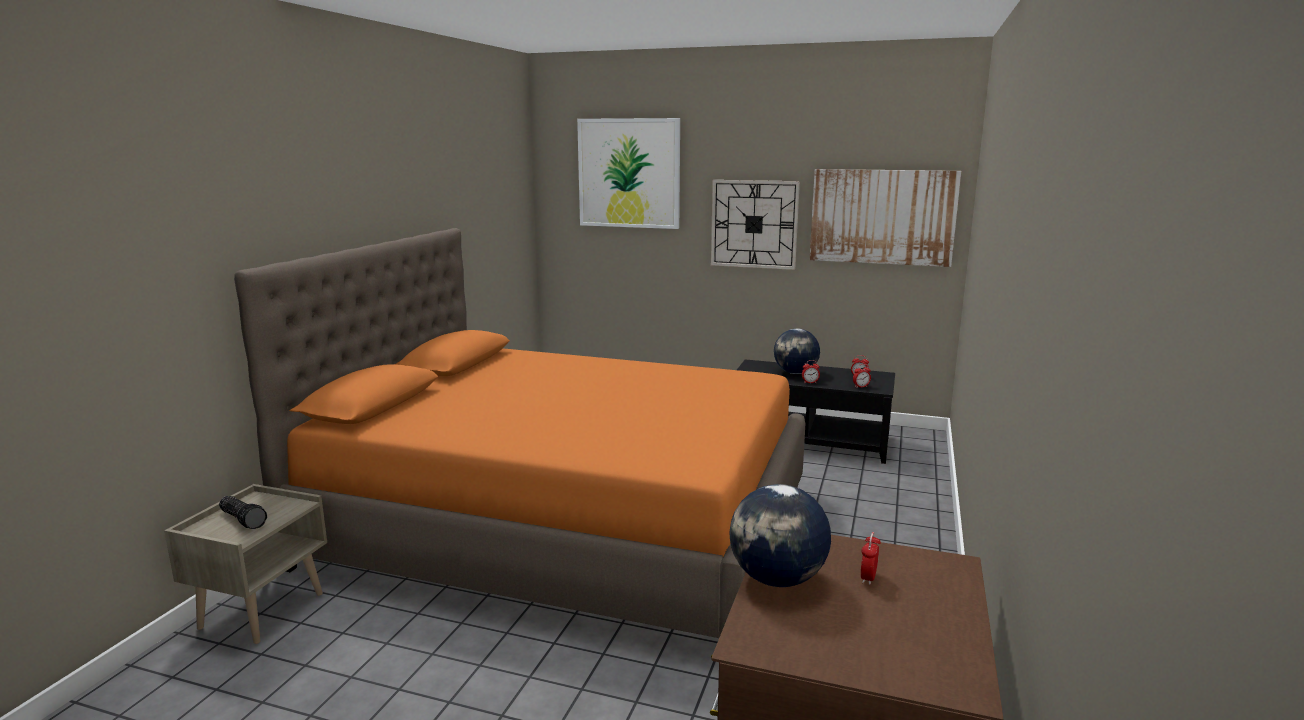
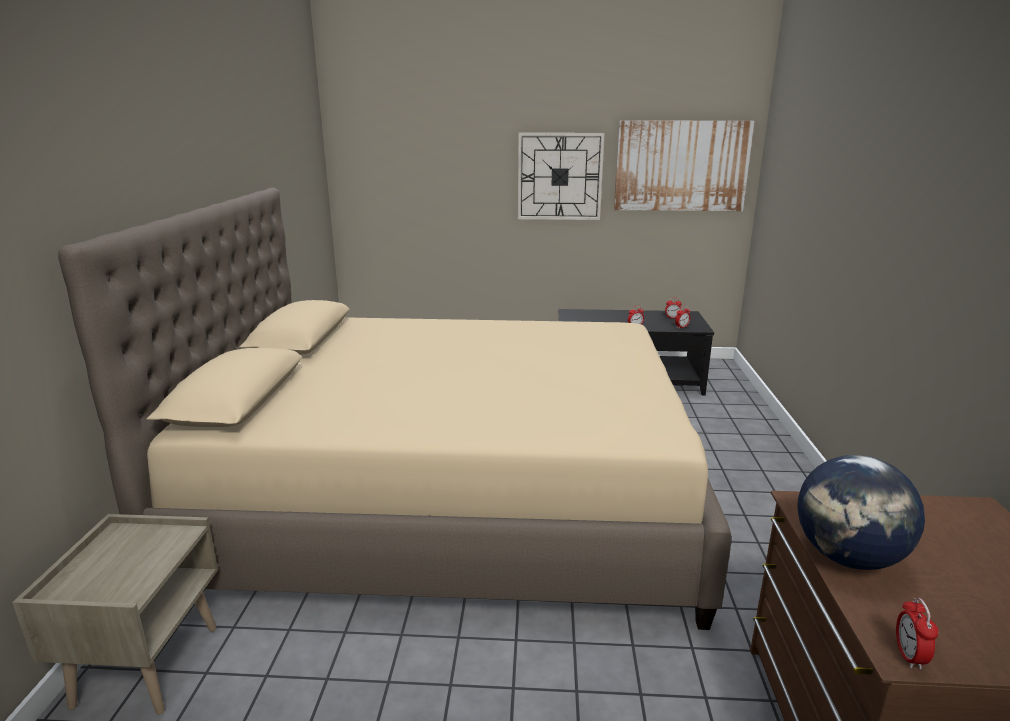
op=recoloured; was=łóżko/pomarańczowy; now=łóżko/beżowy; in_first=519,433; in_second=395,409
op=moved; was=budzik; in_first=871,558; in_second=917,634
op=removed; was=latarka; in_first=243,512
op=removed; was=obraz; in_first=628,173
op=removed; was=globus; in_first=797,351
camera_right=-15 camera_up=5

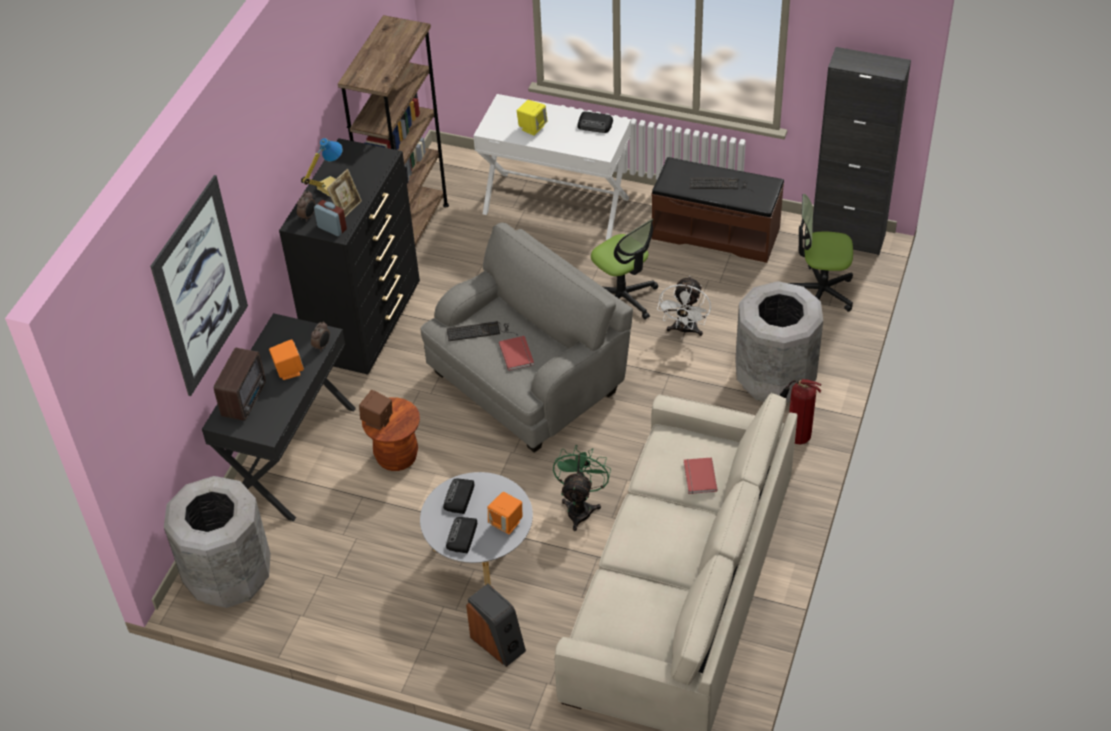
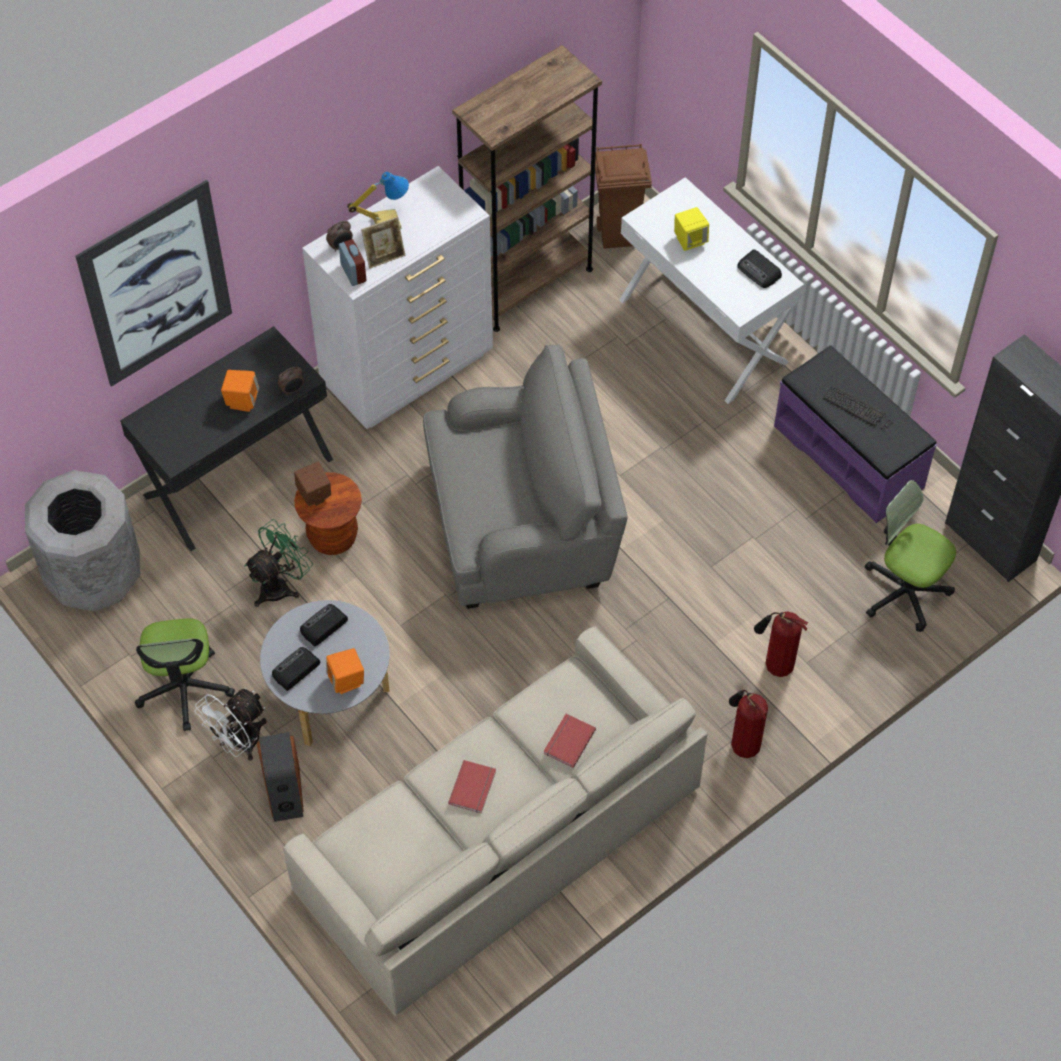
op=moved; was=krzesło biurowe; in_first=624,269; in_second=185,674
op=moved; was=wentylator/biały; in_first=684,306; in_second=231,725
op=moved; was=wentylator/zielony; in_first=582,488; in_second=278,563
op=recoloured; was=komoda/czarny; now=komoda/biały; in_first=349,256; in_second=397,297
op=moved; was=książka/czerwony; in_first=516,353; in_second=472,786
op=added; now=kosz na śmieci/brązowy; in_second=623,196
op=replaced; was=kosz na śmieci/szary; now=gaśnica; in_first=779,342; in_second=781,644
op=recoloured; was=ławka/brązowy; now=ławka/fioletowy; in_first=717,210; in_second=855,434
op=removed; was=radio; in_first=240,384
op=removed; was=klawiatura; in_first=482,331
camera_right=30 camera_up=10

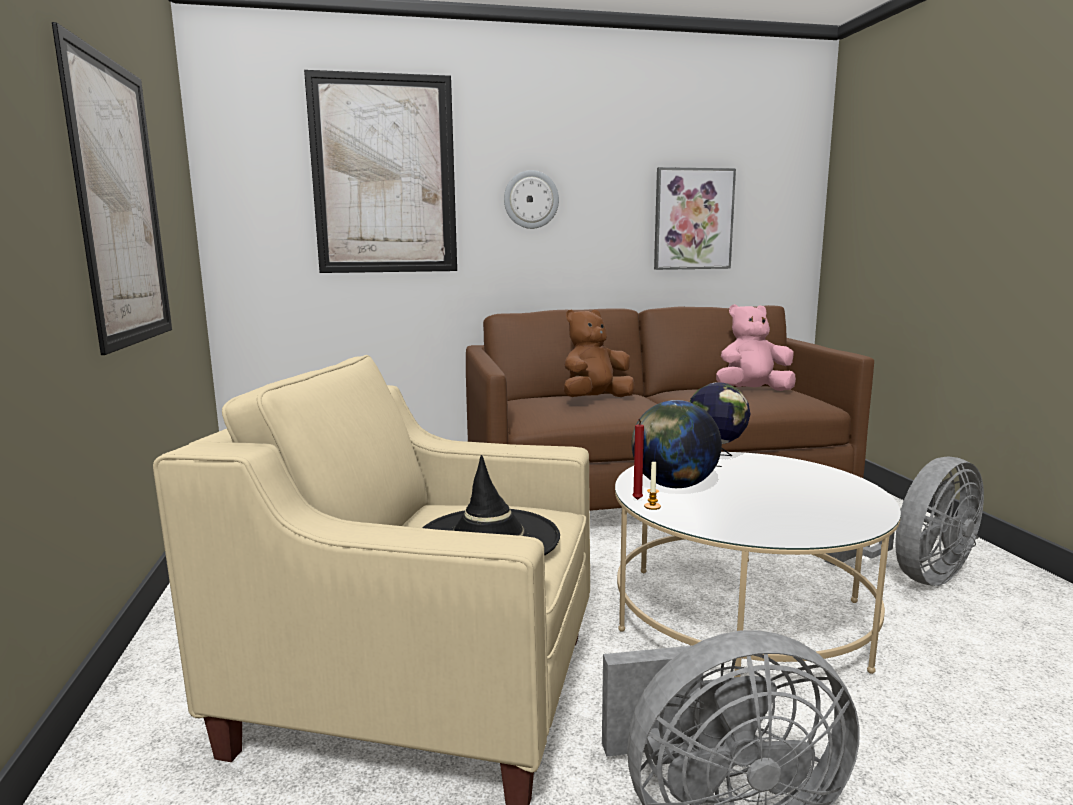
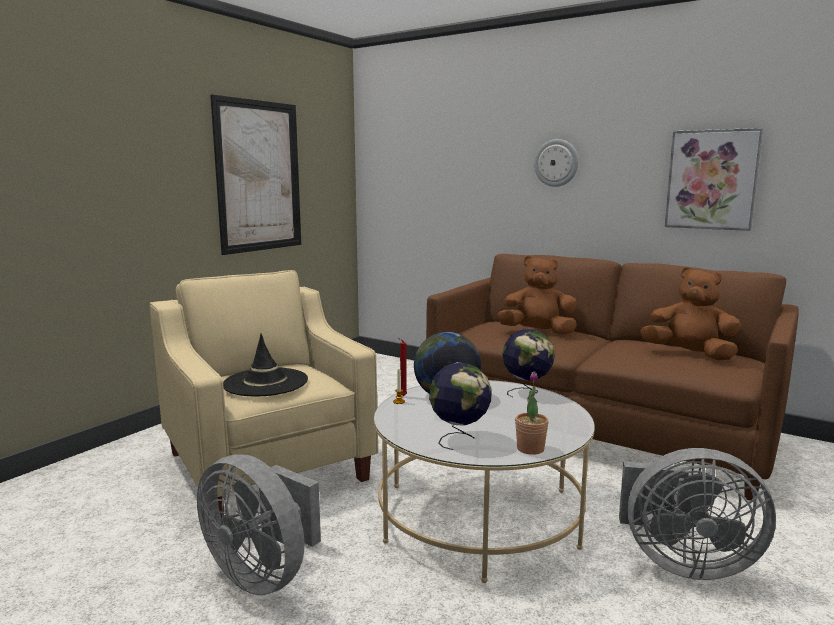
op=added; now=globus; in_second=460,406
op=added; now=roślina doniczkowa; in_second=532,413
op=recoloured; was=pluszak/różowy; now=pluszak/brązowy; in_first=756,347; in_second=690,313
op=removed; was=obraz; in_first=380,171
camera_right=45 camera_up=0

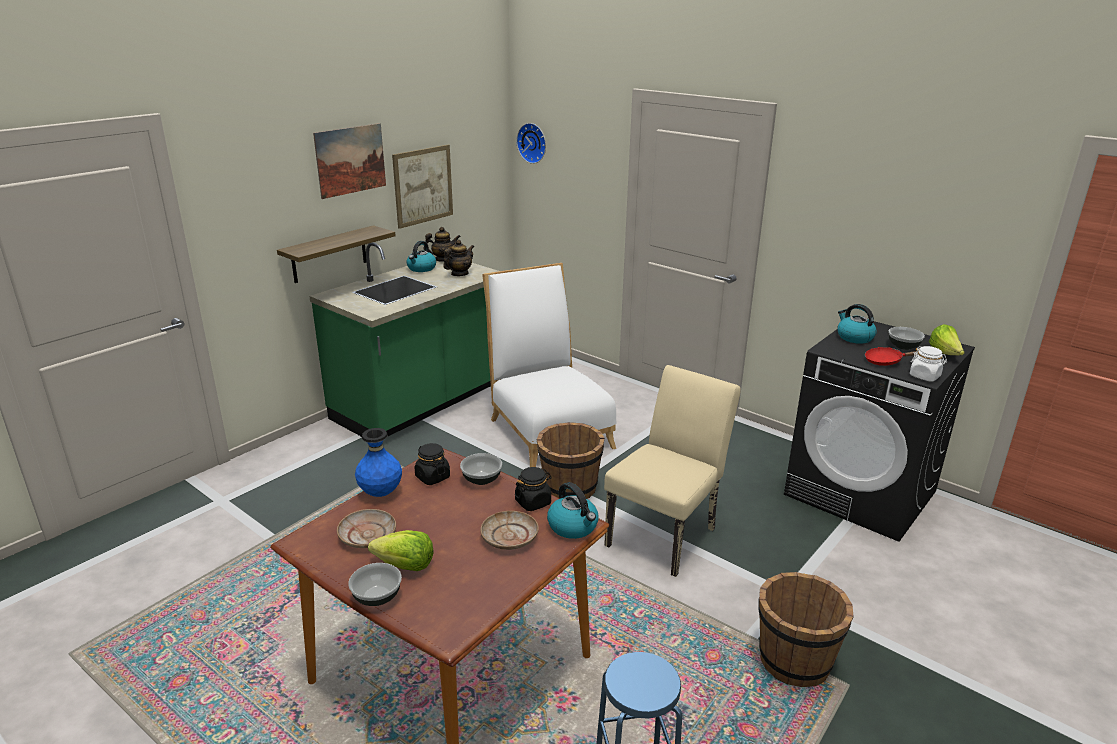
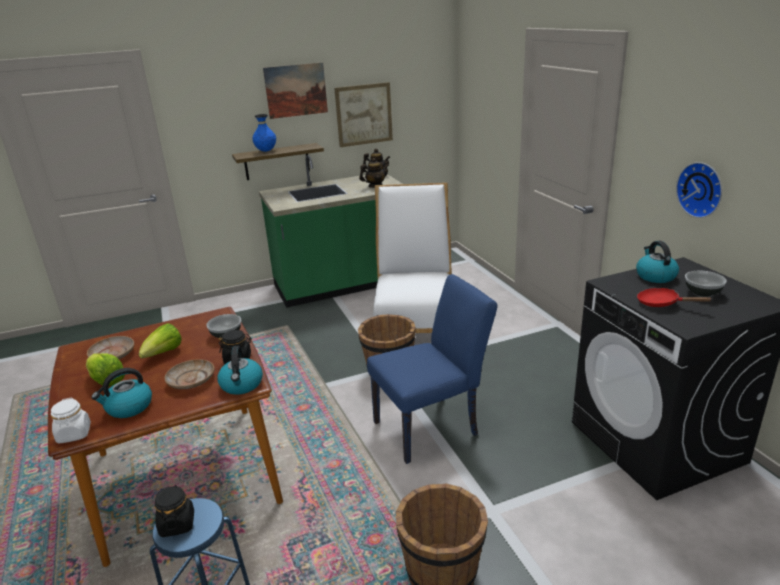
op=moved; was=słoik/biały; in_first=928,363; in_second=71,421
op=moved; was=czajnik; in_first=421,256; in_second=122,393
op=moved; was=sałata; in_first=947,339; in_second=160,340
op=moved; was=słoik/czarny; in_first=432,464; in_second=174,511
op=moved; was=wazon/niebieski; in_first=378,462; in_second=264,133
op=recoloured; was=krzesło/beżowy; now=krzesło/niebieski; in_first=672,471; in_second=432,369
op=moved; was=zegar ścienny; in_first=531,143; in_second=699,190
op=removed; was=miska; in_first=375,584
camera_right=30 camera_up=0

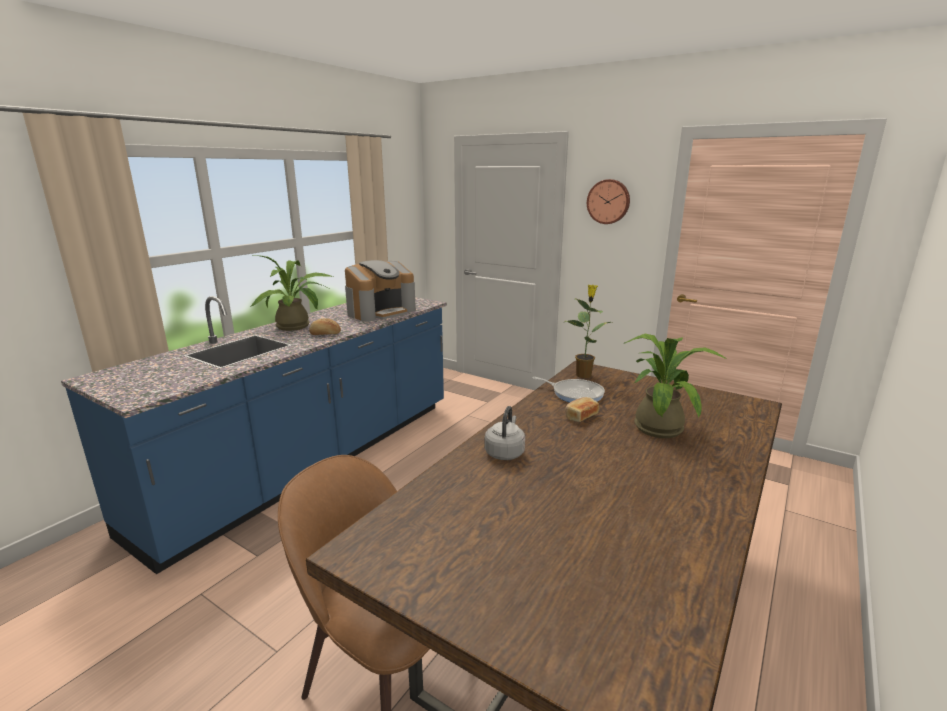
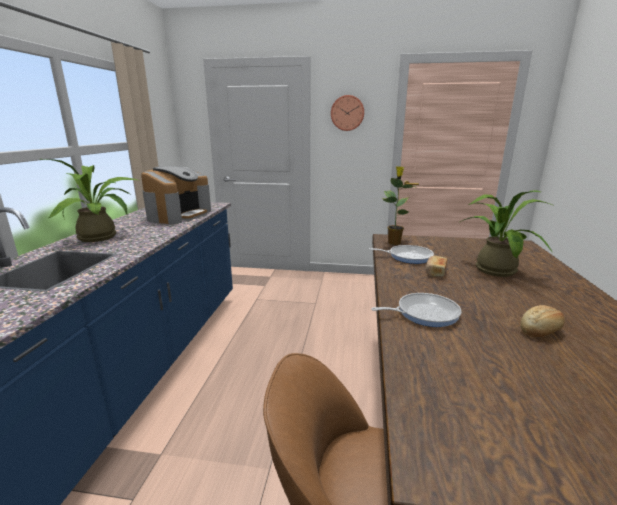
op=replaced; was=czajnik/szary; now=patelnia; in_first=505,433; in_second=416,310
op=moved; was=chleb; in_first=325,326; in_second=542,321
camera_right=-25 camera_up=0

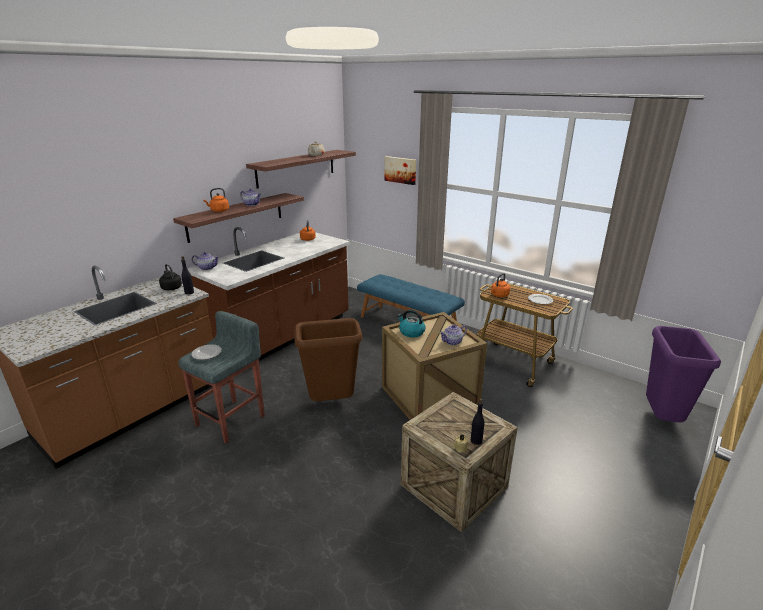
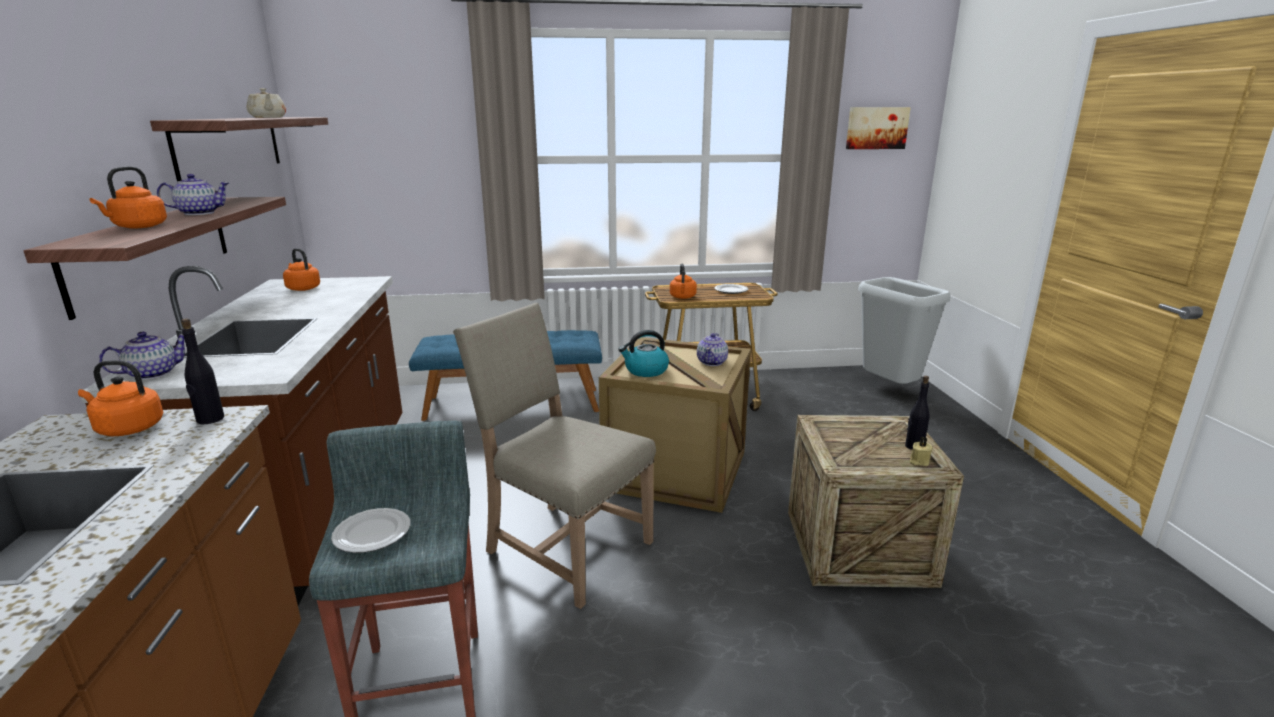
op=recoloured; was=czajnik/czarny; now=czajnik/pomarańczowy; in_first=170,277; in_second=120,398
op=replaced; was=kosz na śmieci/brązowy; now=krzesło/beżowy; in_first=328,359; in_second=554,456
op=moved; was=obraz; in_first=400,170; in_second=878,128
op=recoloured; was=kosz na śmieci/fioletowy; now=kosz na śmieci/szary; in_first=683,374; in_second=904,330
camera_right=-45 camera_up=-5

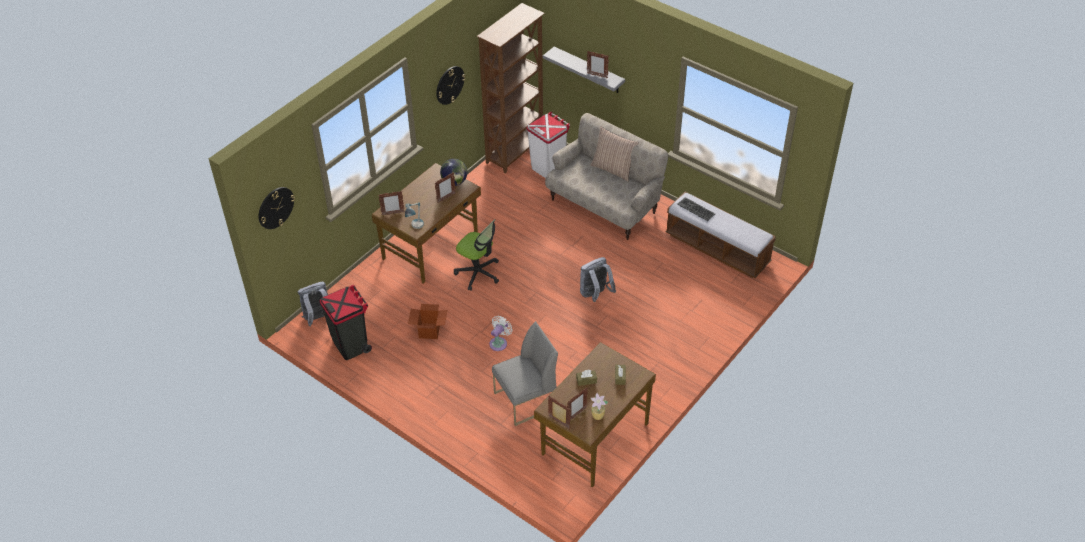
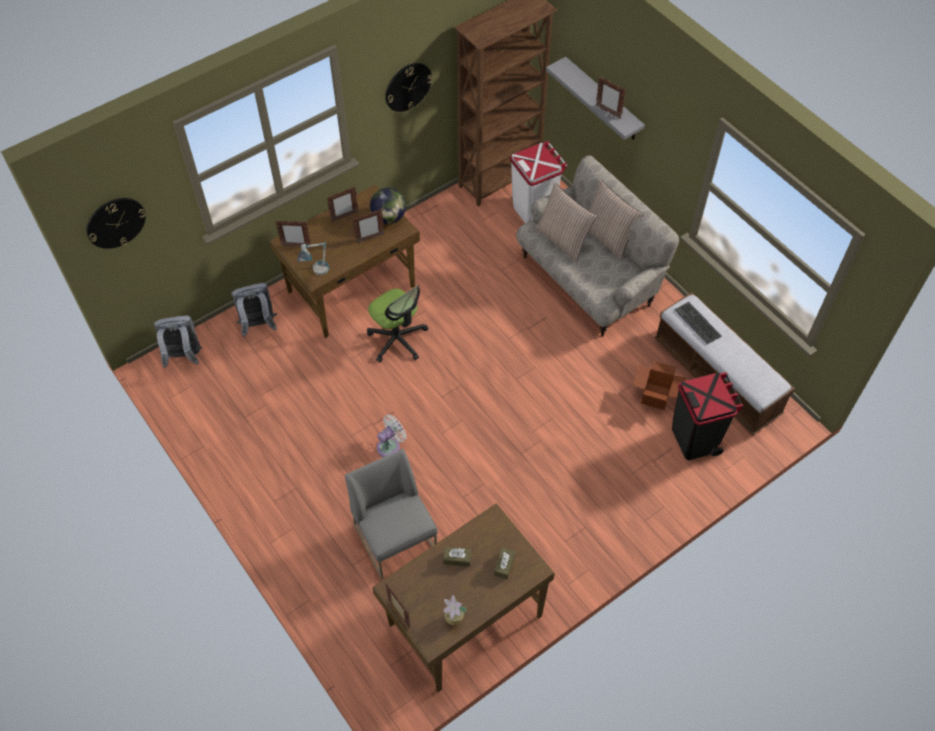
op=moved; was=plecak/szary; in_first=598,279; in_second=254,310
op=moved; was=ramka na zdjęcie; in_first=577,403; in_second=342,204
op=turned; was=krzesło/szary; in_first=525,373; in_second=391,514; clockwise=-105
op=added; now=poduszka; in_second=566,222
op=moved; was=karton; in_first=427,321; in_second=659,385
op=moved; was=kosz na śmieci/czarny; in_first=346,322; in_second=708,416
camera_right=15 camera_up=10

